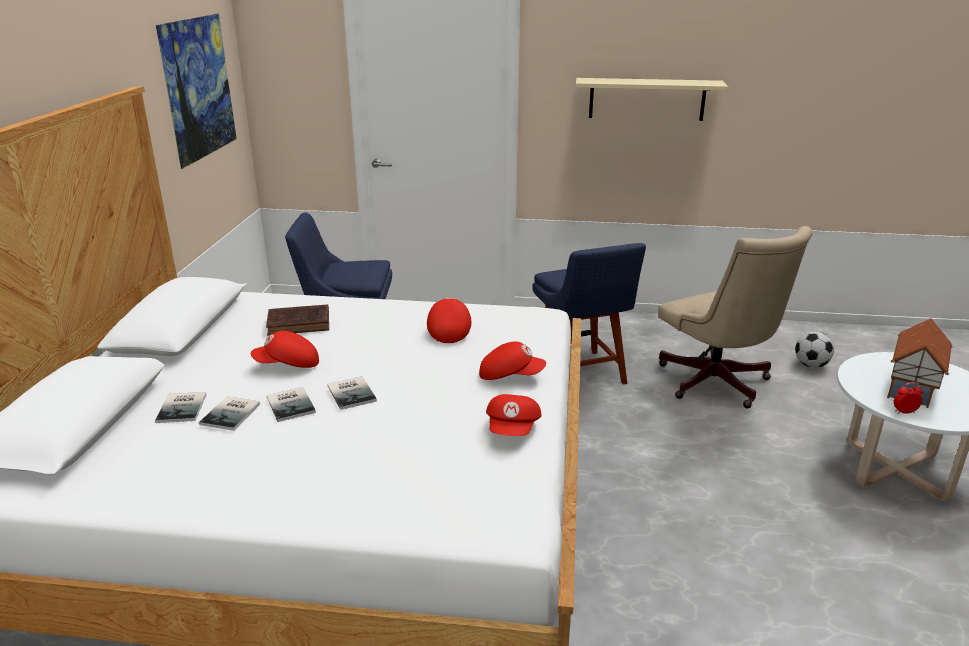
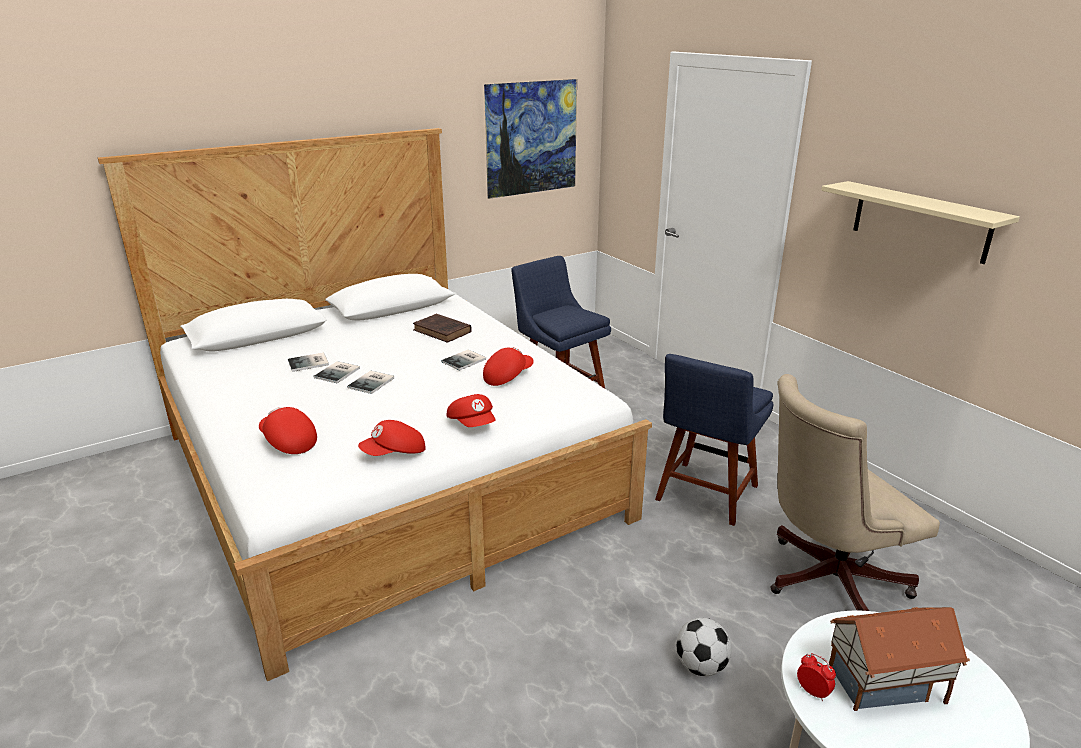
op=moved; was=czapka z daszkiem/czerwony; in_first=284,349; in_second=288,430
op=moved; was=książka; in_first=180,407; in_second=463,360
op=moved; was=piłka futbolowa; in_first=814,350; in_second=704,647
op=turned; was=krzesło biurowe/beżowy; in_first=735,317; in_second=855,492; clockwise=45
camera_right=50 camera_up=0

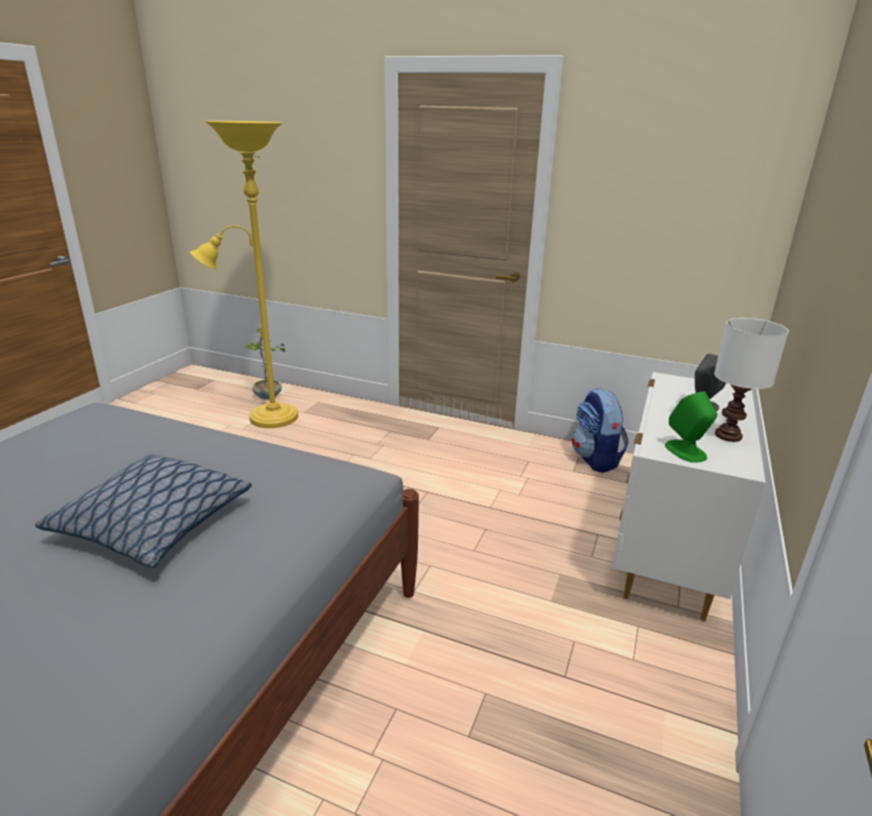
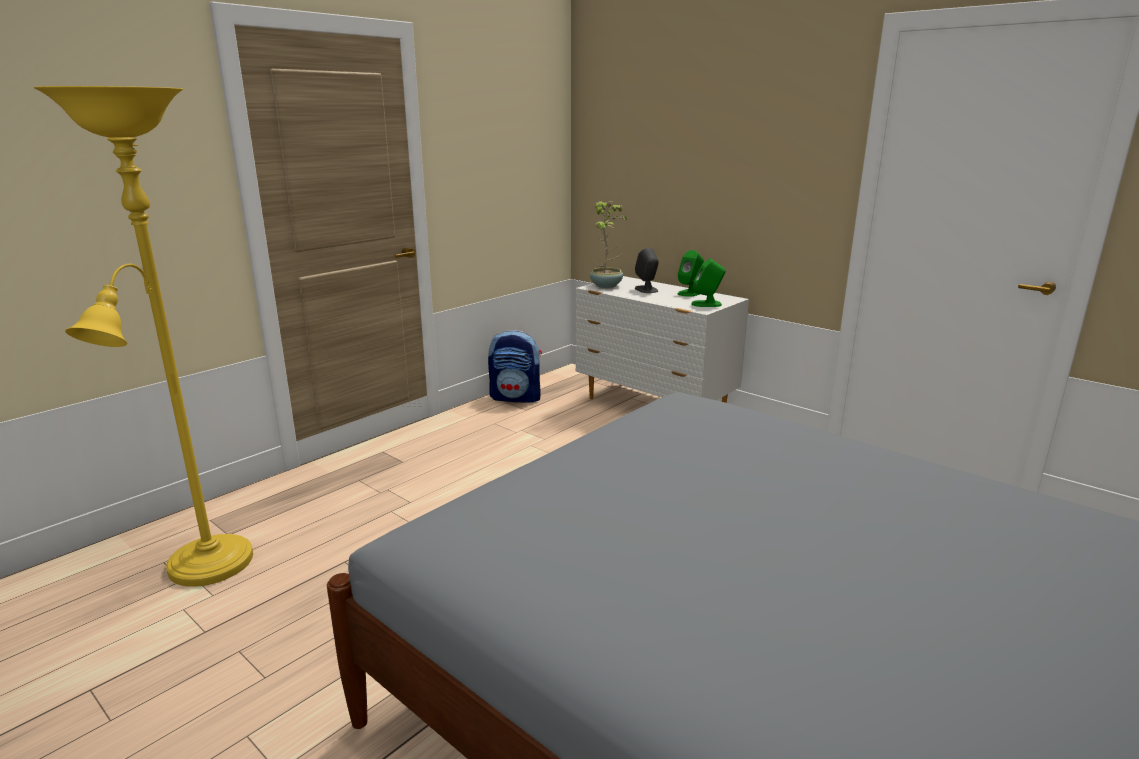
op=moved; was=roślina doniczkowa; in_first=264,363; in_second=608,244
op=replaced; was=lampa stołowa/biały; now=głośnik/zielony; in_first=751,380; in_second=691,273
op=removed; was=poduszka; in_first=143,511
camera_right=-70 camera_up=-5

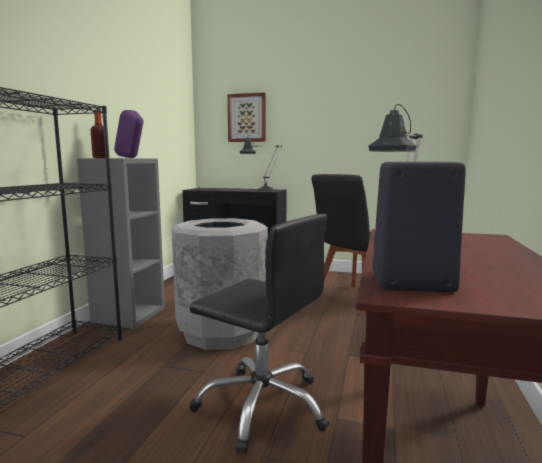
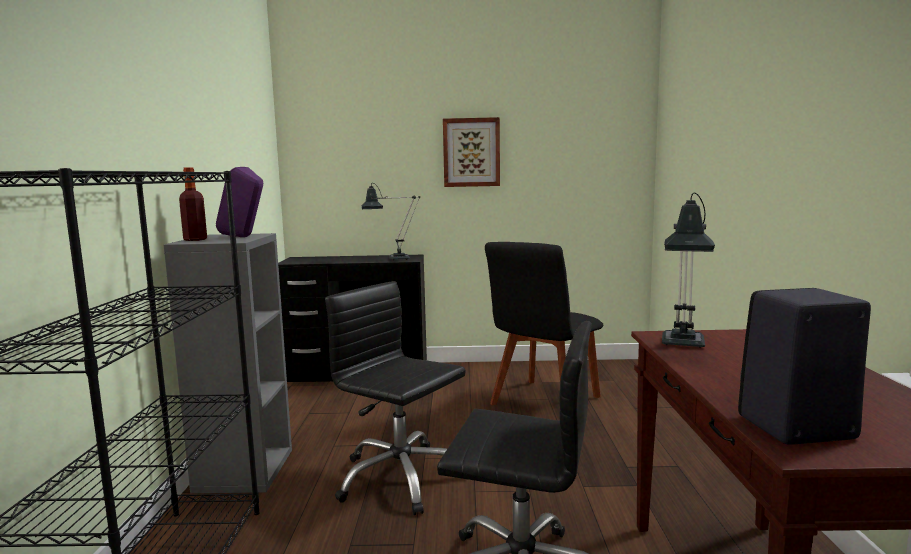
op=replaced; was=kosz na śmieci/szary; now=krzesło biurowe/czarny; in_first=220,284; in_second=395,398
op=moved; was=obraz; in_first=246,117; in_second=471,152
camera_right=-15 camera_up=0

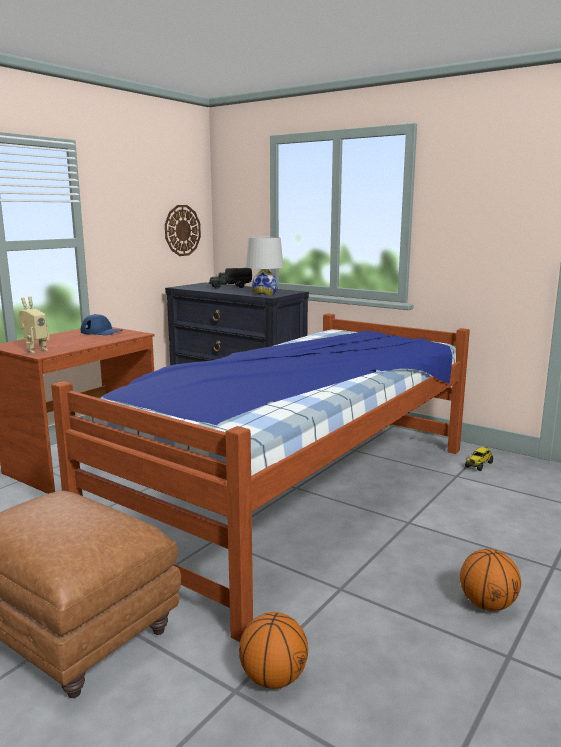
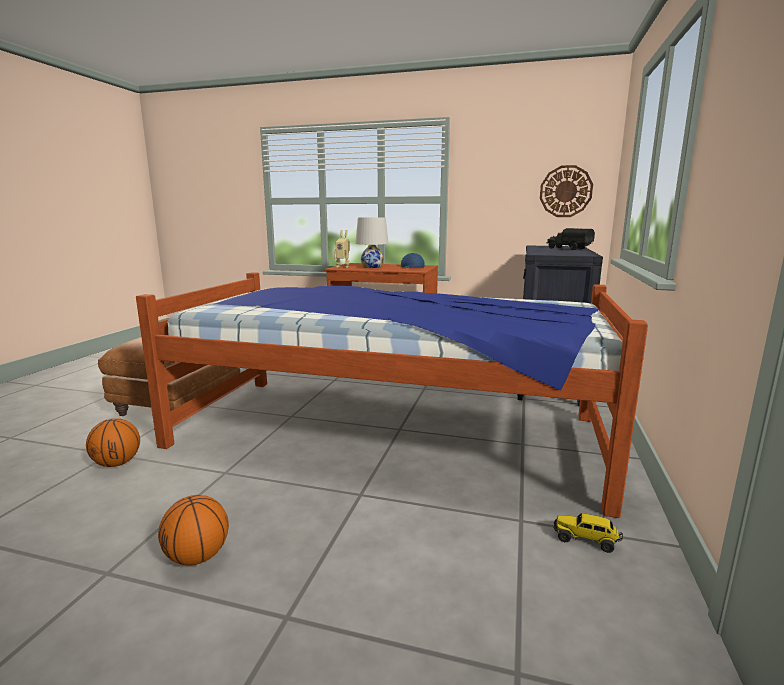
op=moved; was=lampa stołowa/biały; in_first=265,266; in_second=372,242
camera_right=70 camera_up=0

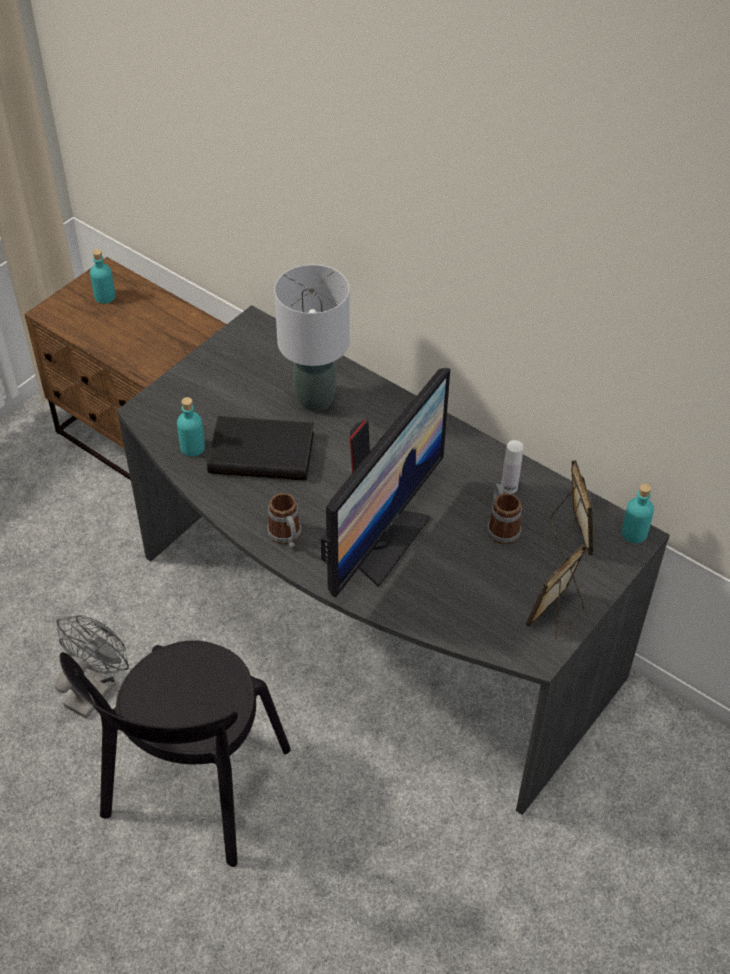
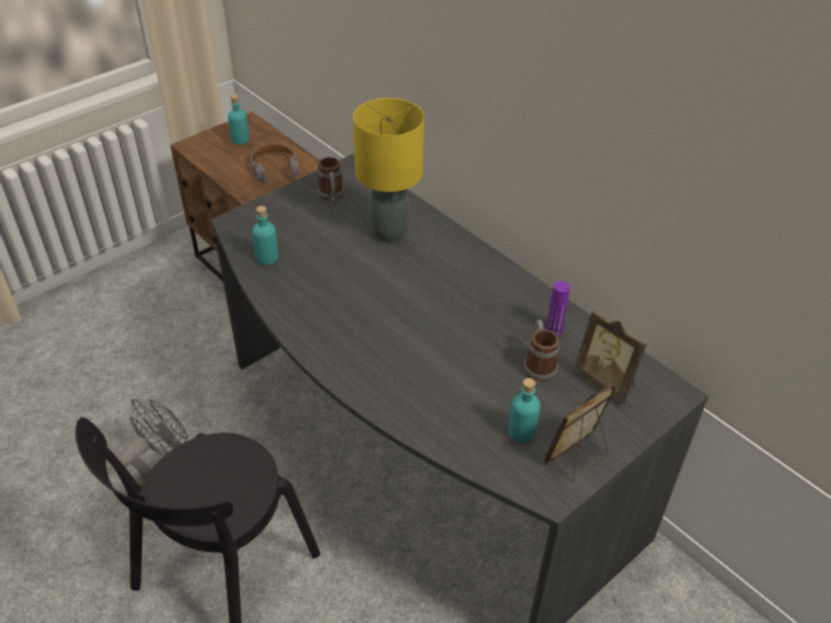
op=added; now=słuchawki/szary; in_second=275,163
op=moved; was=kubek; in_first=284,520; in_second=330,179
op=recoloured; was=lampa stołowa/szary; now=lampa stołowa/żółty; in_first=312,337; in_second=388,170
op=moved; was=butelka/turkusowy; in_first=638,513; in_second=524,410
op=recoloured; was=butelka/biały; now=butelka/fioletowy; in_first=512,467; in_second=558,308
op=turned; was=ramka na zdjęcie; in_first=571,507; in_second=609,357; clockwise=135
op=removed; was=książka/czarny; in_first=260,448
op=removed; was=monitor; in_first=385,483
camera_right=10 camera_up=-5

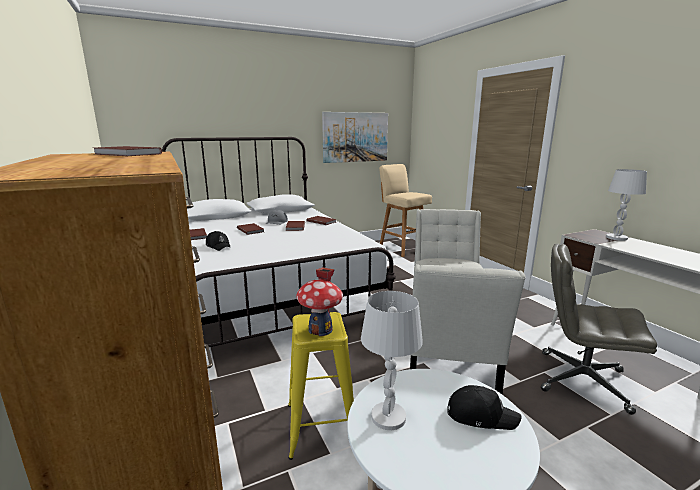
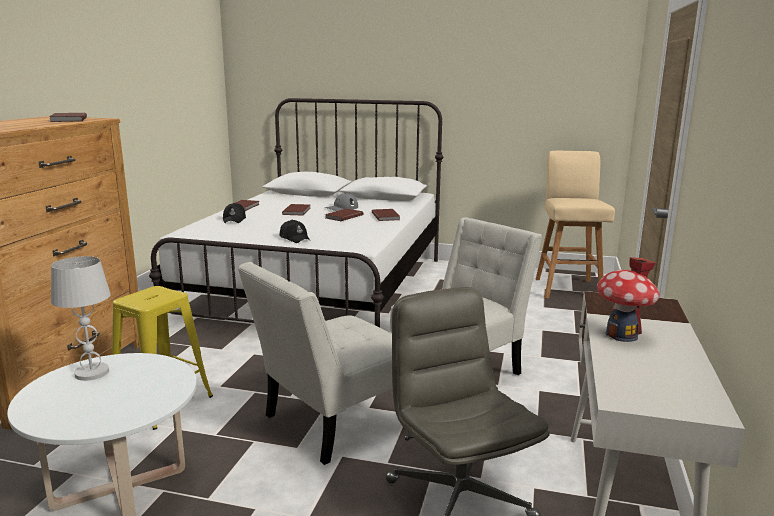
op=moved; was=czapka z daszkiem/czarny; in_first=484,407; in_second=294,231
op=moved; was=domek; in_first=319,301; in_second=628,299
op=removed; was=obraz; in_first=355,137
op=removed; was=lampa stołowa/biały; in_first=626,205
camera_right=40 camera_up=0

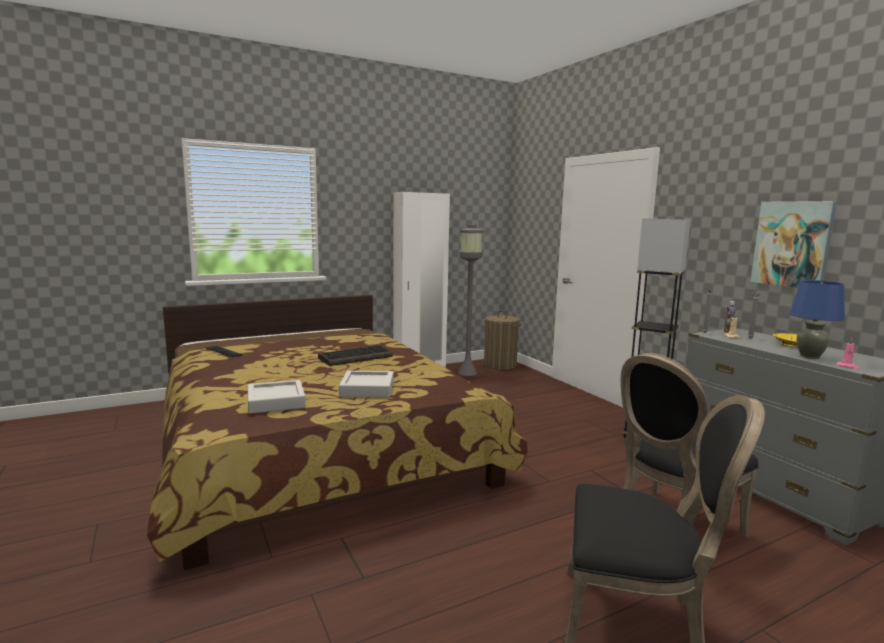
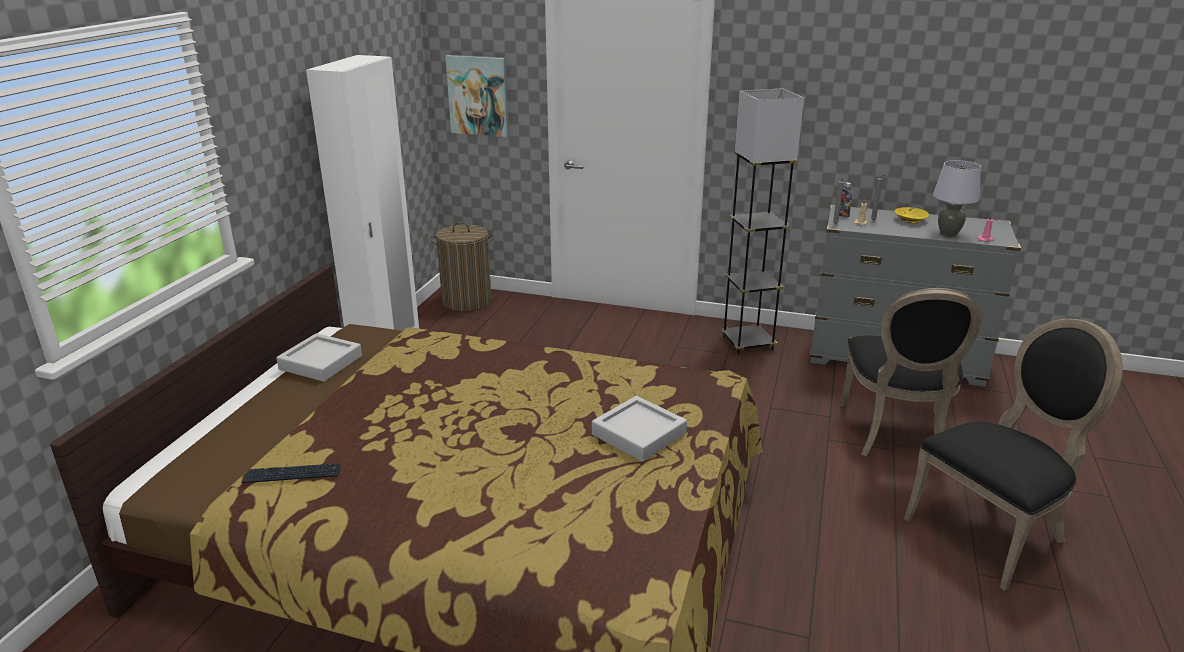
op=moved; was=taca/szary; in_first=277,397; in_second=319,357
op=moved; was=obraz; in_first=793,244; in_second=477,96
op=recoloured; was=lampa stołowa/niebieski; now=lampa stołowa/szary; in_first=817,319; in_second=957,198
op=removed; was=klawiatura; in_first=355,355
op=removed; was=lampa stojąca/szary; in_first=471,300
camera_right=-45 camera_up=15

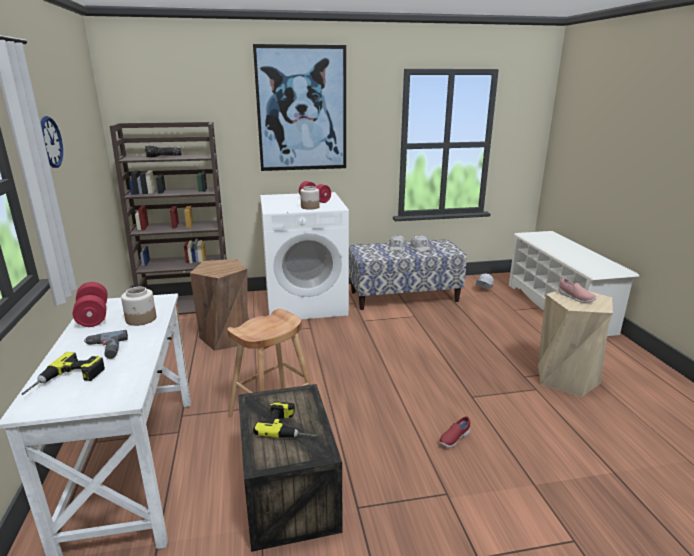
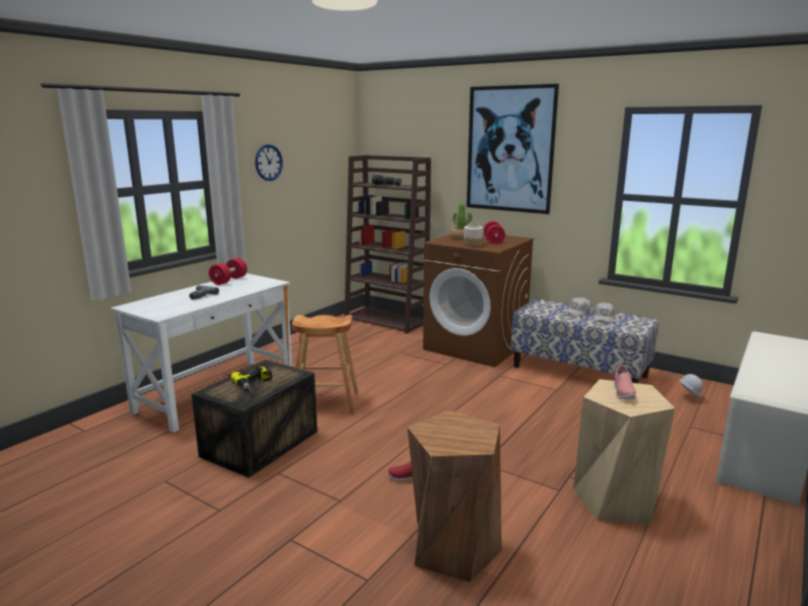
op=moved; was=stołek/brązowy; in_first=219,305; in_second=454,496
op=recoloured; was=pralka/biały; now=pralka/brązowy; in_first=304,256; in_second=478,300
op=added; now=roślina doniczkowa; in_second=461,221
op=removed; was=wiertarka; in_first=63,373
op=removed; was=słoik; in_first=138,306
camera_right=45 camera_up=-5

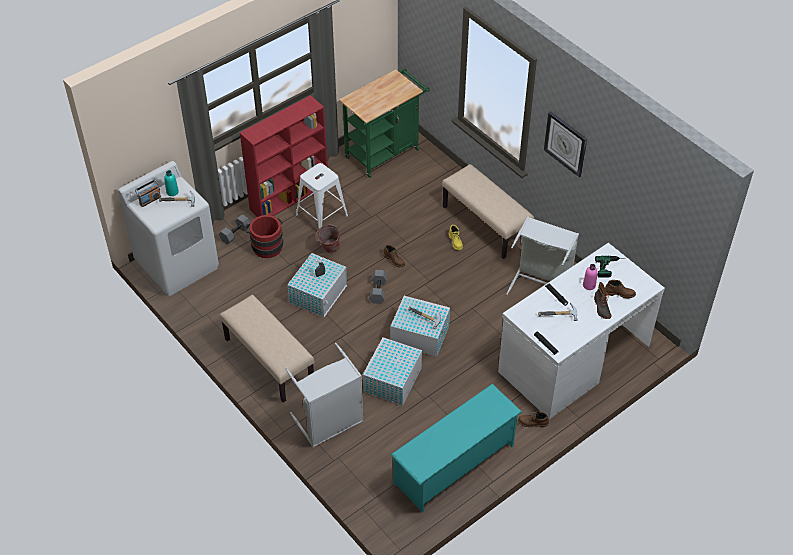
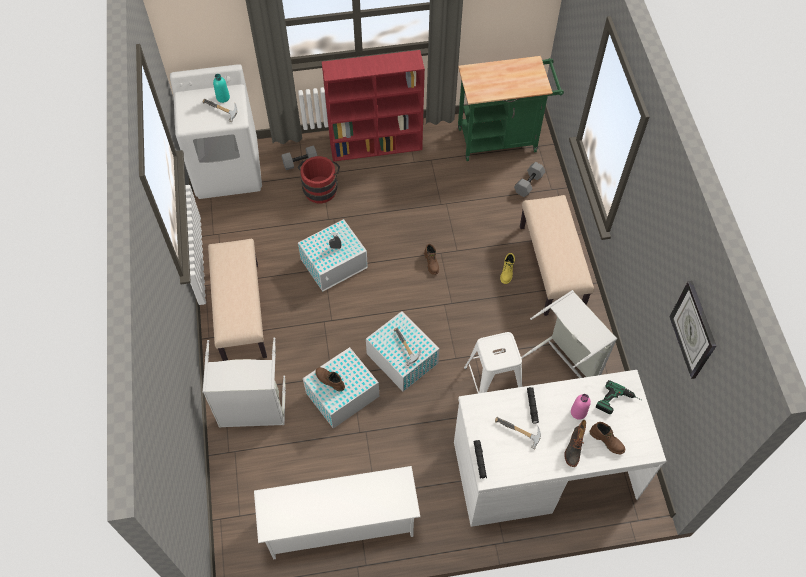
op=recoloured; was=regał na buty/turkusowy; now=regał na buty/biały; in_first=456,448; in_second=337,513
op=moved; was=but z cholewką/brązowy; in_first=533,419; in_second=330,379
op=moved; was=stołek/biały; in_first=322,195; in_second=493,362
op=moved; was=hantel/szary; in_first=378,287; in_second=529,179
op=moved; was=zegar ścienny; in_first=565,144; in_second=693,330
op=removed; was=radio; in_first=148,193
op=removed; was=wiadro; in_first=328,238
camera_right=30 camera_up=10

